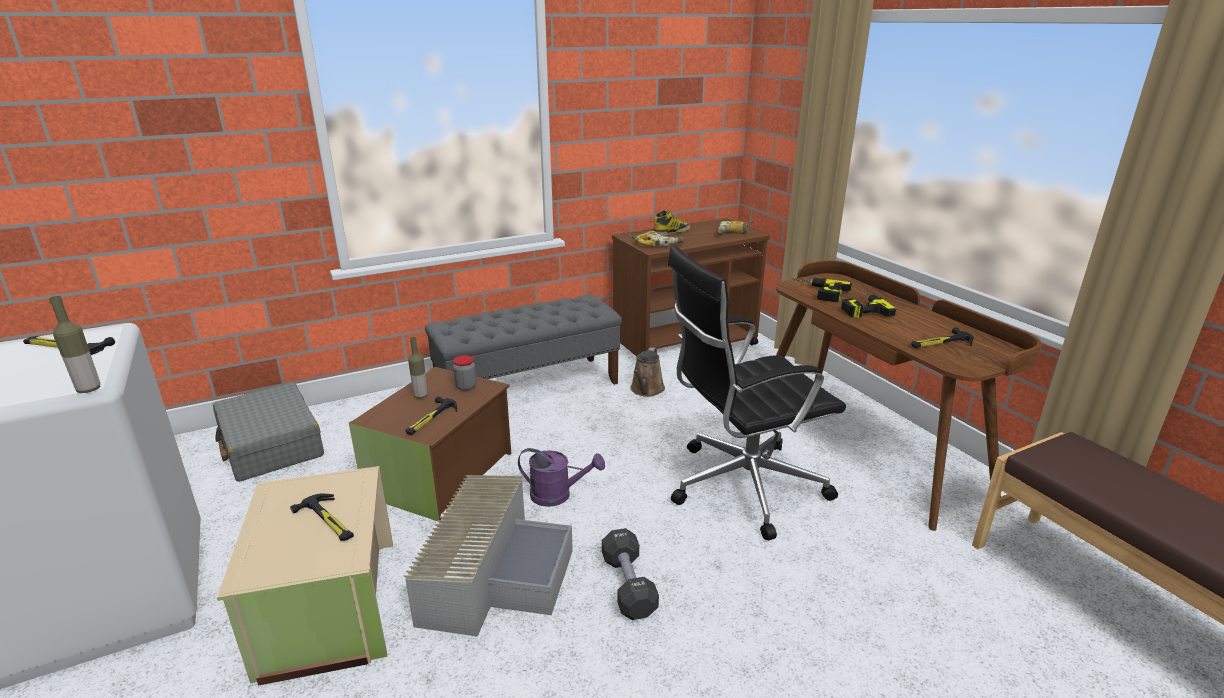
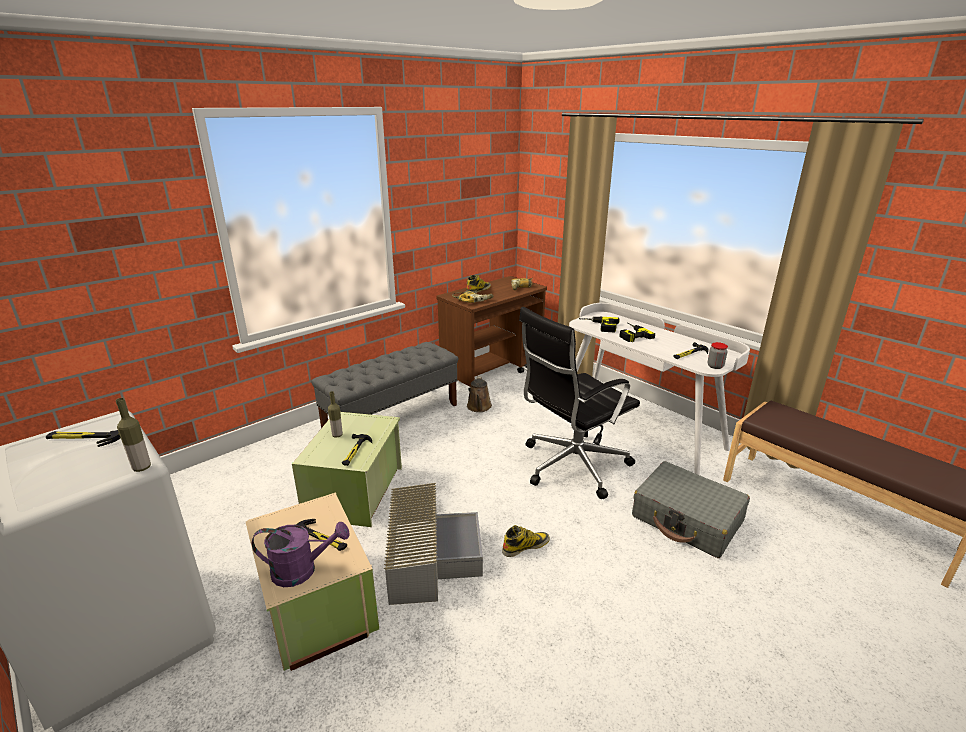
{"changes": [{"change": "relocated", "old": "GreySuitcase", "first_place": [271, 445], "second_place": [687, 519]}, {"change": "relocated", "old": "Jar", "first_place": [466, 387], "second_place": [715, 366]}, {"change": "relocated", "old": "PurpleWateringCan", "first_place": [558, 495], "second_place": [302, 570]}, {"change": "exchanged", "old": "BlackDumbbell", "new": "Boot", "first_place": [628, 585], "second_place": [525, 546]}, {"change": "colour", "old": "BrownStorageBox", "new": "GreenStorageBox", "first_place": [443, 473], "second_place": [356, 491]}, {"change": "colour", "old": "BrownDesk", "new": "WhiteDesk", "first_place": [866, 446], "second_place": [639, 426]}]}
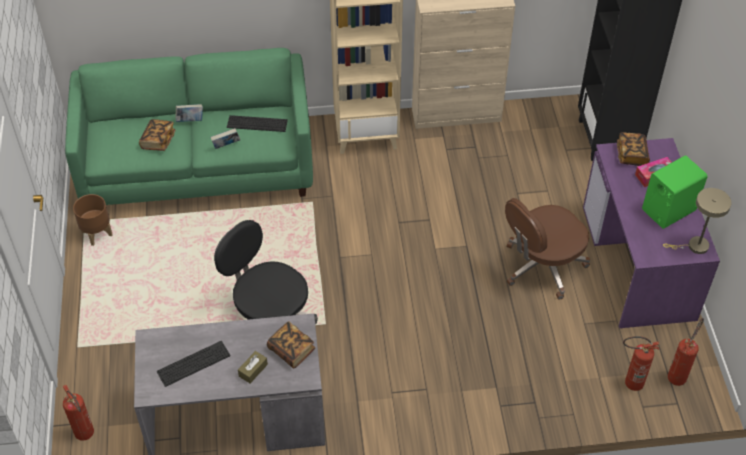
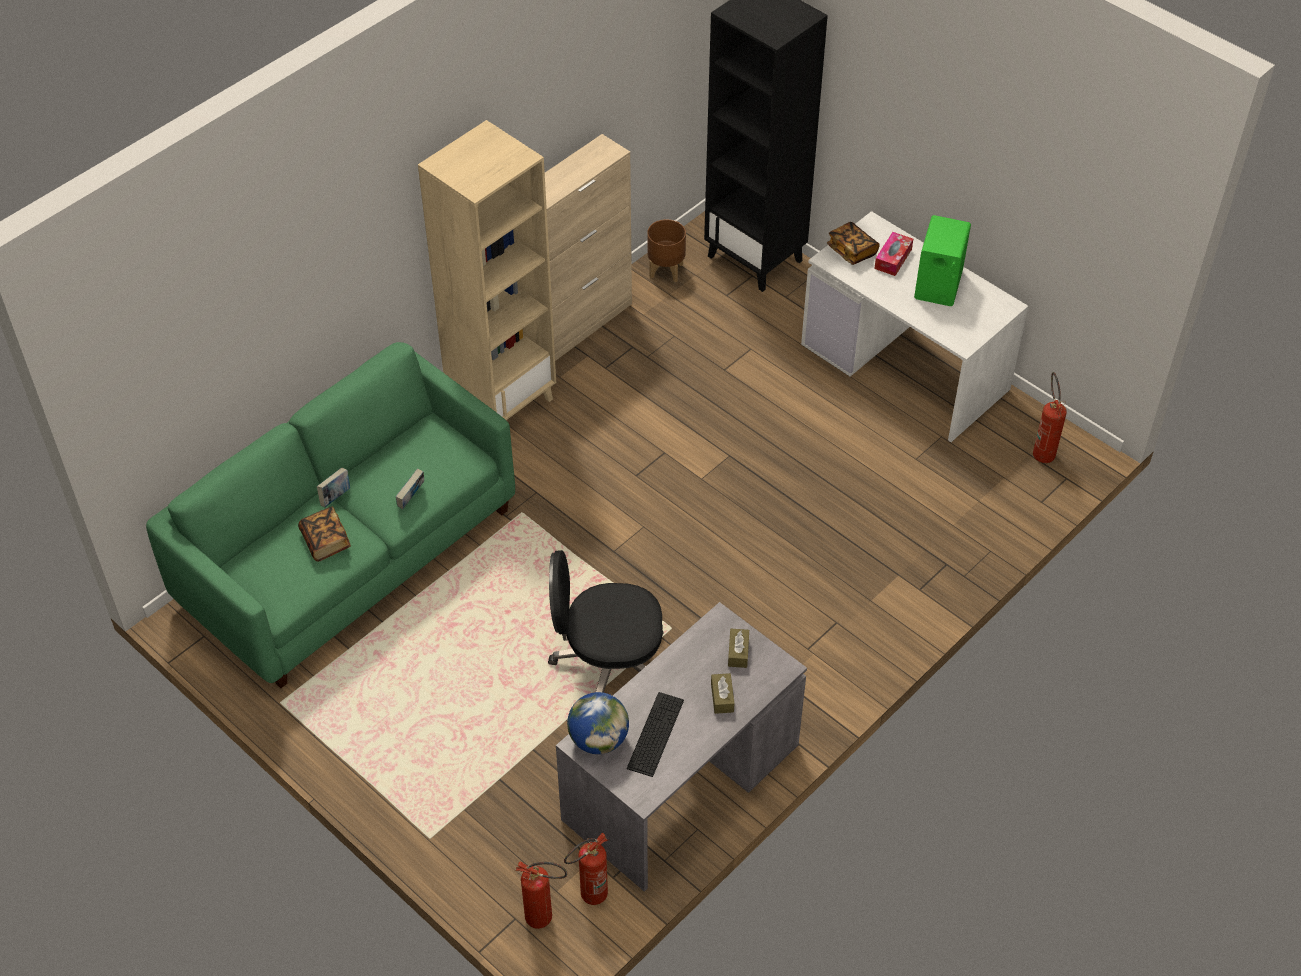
{"changes": [{"change": "missing", "old": "Keyboard", "first_place": [257, 123]}, {"change": "missing", "old": "BrownOfficeChair", "first_place": [542, 266]}, {"change": "missing", "old": "BeigeTableLamp", "first_place": [694, 246]}, {"change": "appeared", "new": "Globe", "second_place": [598, 739]}, {"change": "relocated", "old": "BrownPlanter", "first_place": [97, 234], "second_place": [666, 271]}, {"change": "relocated", "old": "FireExtinguisher", "first_place": [629, 383], "second_place": [588, 897]}, {"change": "exchanged", "old": "Book", "new": "BrownTissueBox", "first_place": [291, 350], "second_place": [738, 652]}, {"change": "colour", "old": "PurpleDesk", "new": "WhiteDesk", "first_place": [639, 262], "second_place": [906, 367]}]}
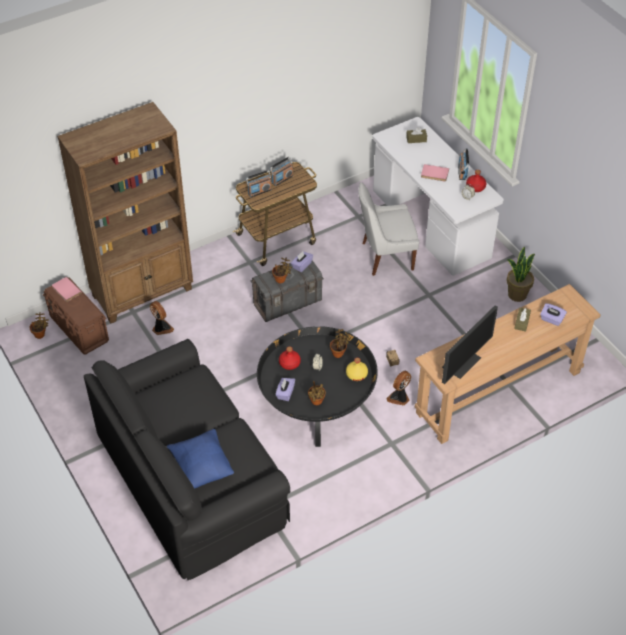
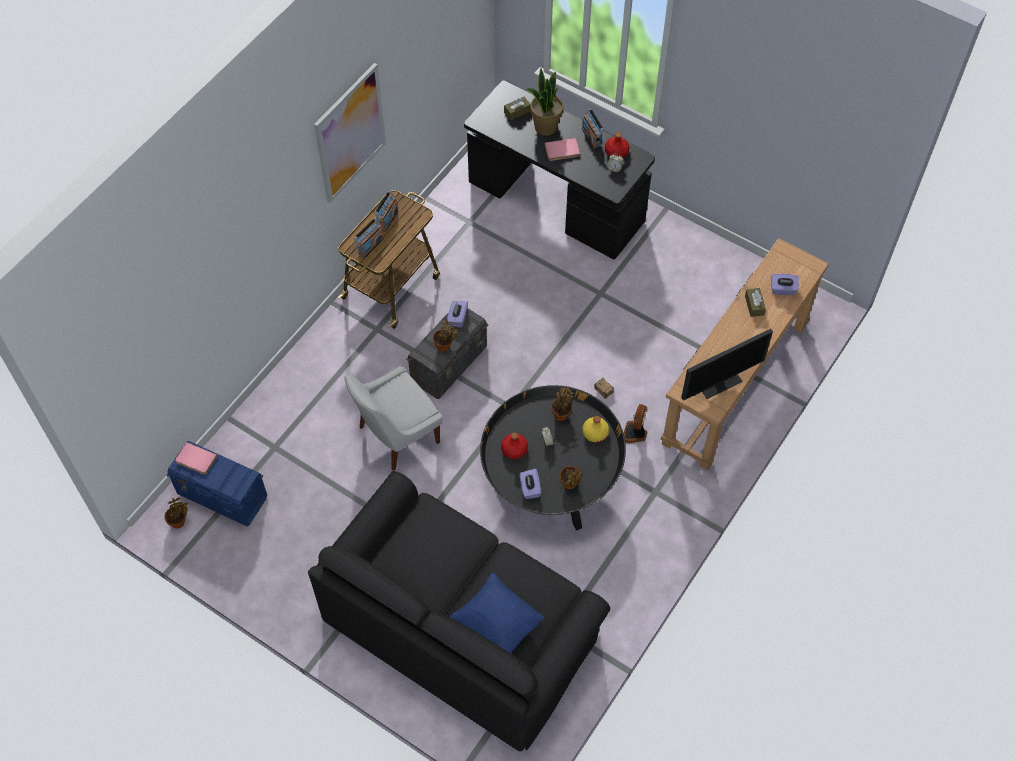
{"changes": [{"change": "missing", "old": "BrownBookcase", "first_place": [143, 292]}, {"change": "missing", "old": "Fan", "first_place": [161, 328]}, {"change": "appeared", "new": "Picture", "second_place": [350, 133]}, {"change": "relocated", "old": "WhiteChair", "first_place": [385, 256], "second_place": [396, 436]}, {"change": "relocated", "old": "PottedPlant", "first_place": [517, 294], "second_place": [545, 127]}, {"change": "colour", "old": "BrownStorageBox", "new": "BlueStorageBox", "first_place": [79, 329], "second_place": [222, 496]}, {"change": "colour", "old": "WhiteDesk", "new": "BlackDesk", "first_place": [430, 224], "second_place": [556, 202]}, {"change": "spun", "old": "Monitor", "first_place": [462, 362], "second_place": [718, 380], "degrees": 45}]}
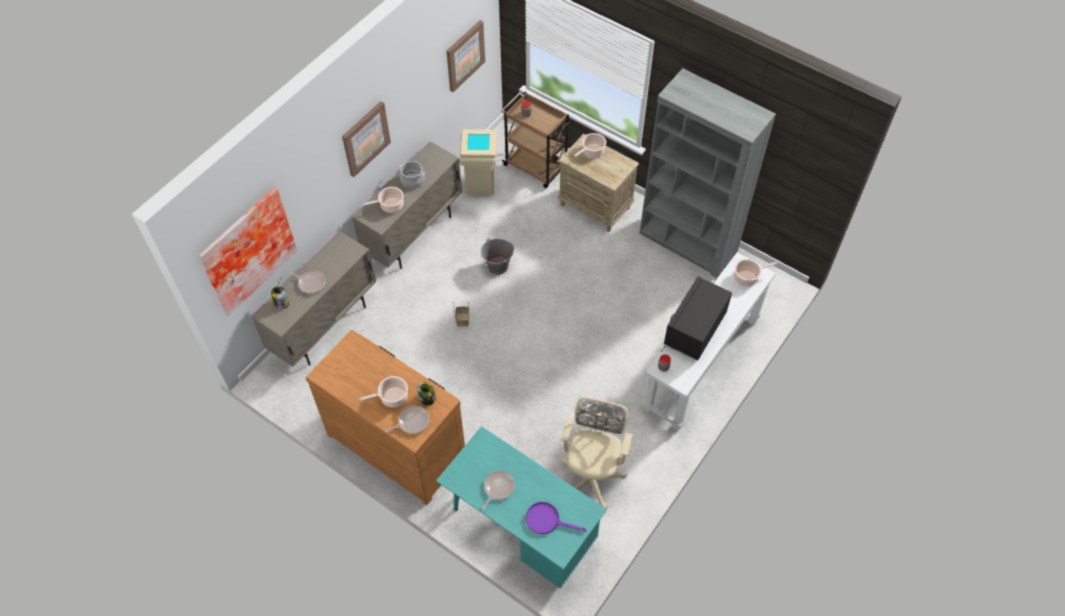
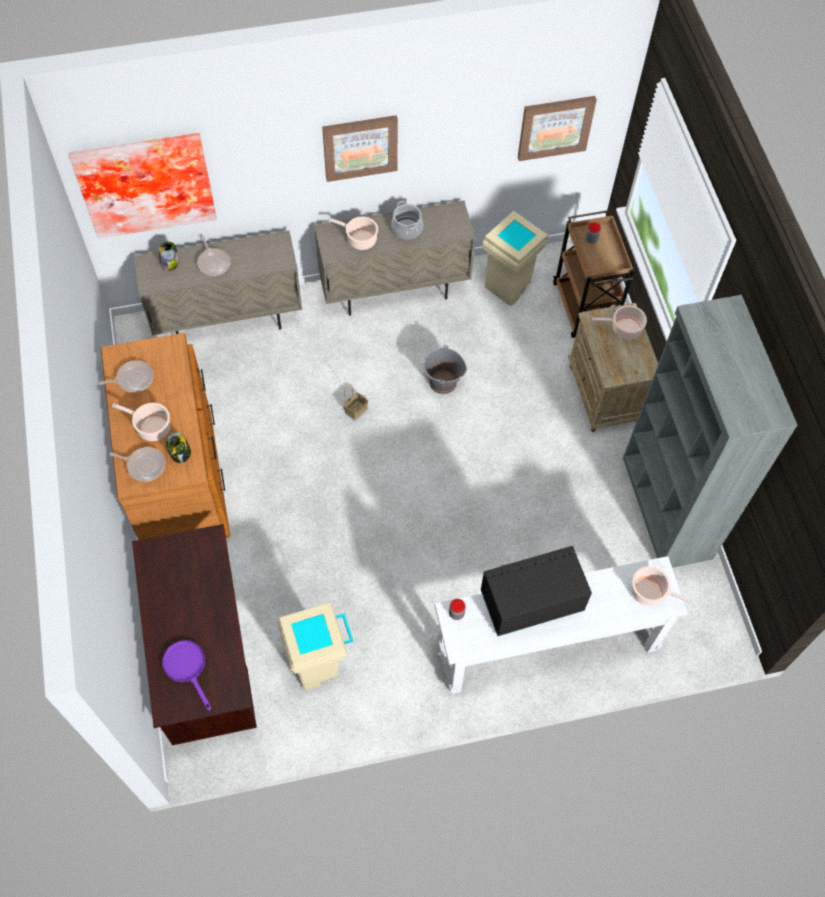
{"changes": [{"change": "relocated", "old": "FryingPan", "first_place": [498, 488], "second_place": [133, 379]}, {"change": "exchanged", "old": "BeigeOfficeChair", "new": "BeigeTrashCan", "first_place": [591, 476], "second_place": [319, 665]}, {"change": "colour", "old": "TurquoiseDesk", "new": "BrownDesk", "first_place": [521, 529], "second_place": [205, 658]}]}
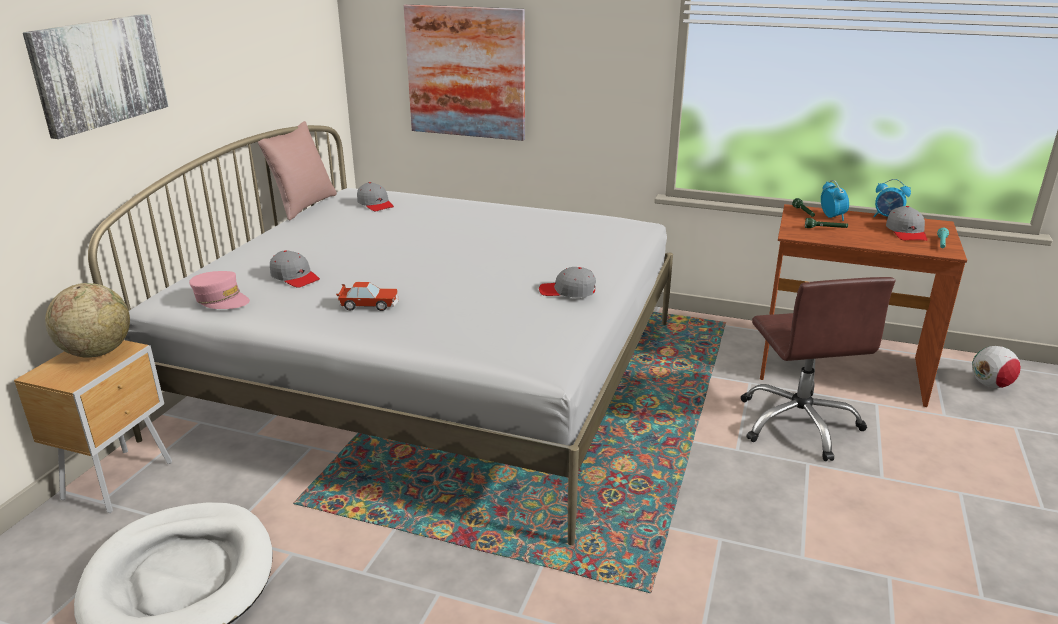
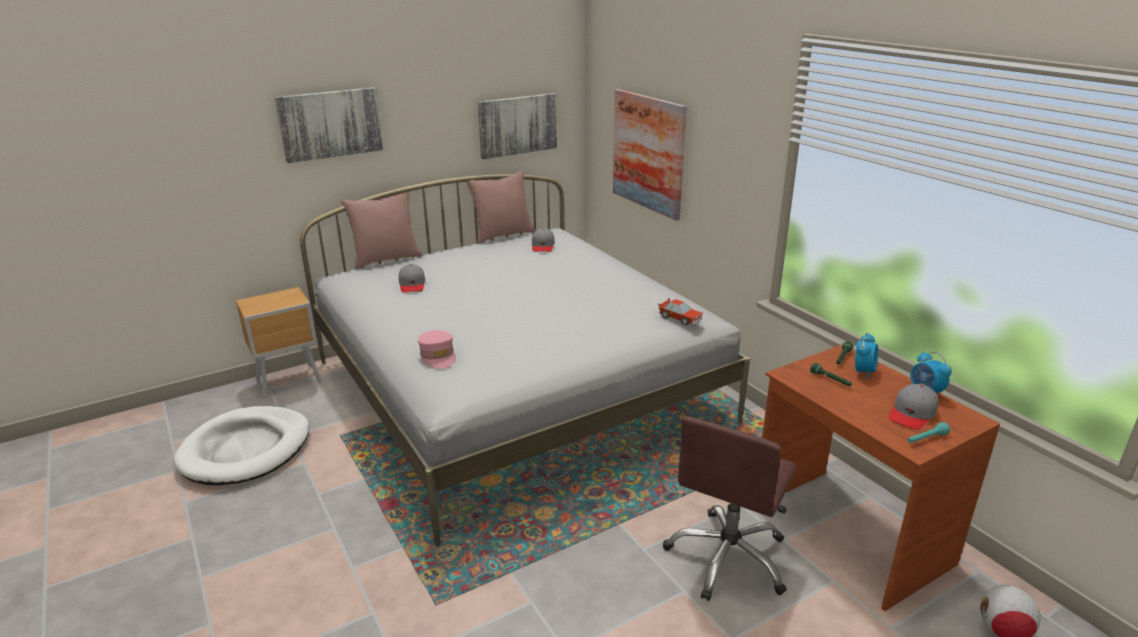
{"changes": [{"change": "missing", "old": "Globe", "first_place": [97, 352]}, {"change": "missing", "old": "GreyCap", "first_place": [567, 291]}, {"change": "appeared", "new": "PinkPillow", "second_place": [386, 259]}, {"change": "appeared", "new": "Picture", "second_place": [517, 125]}, {"change": "relocated", "old": "PinkCap", "first_place": [221, 299], "second_place": [438, 356]}, {"change": "relocated", "old": "ToyCar", "first_place": [369, 305], "second_place": [680, 318]}]}
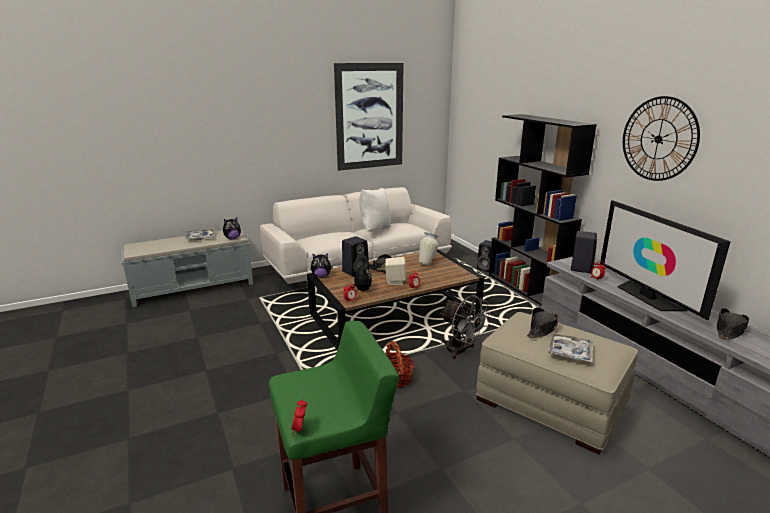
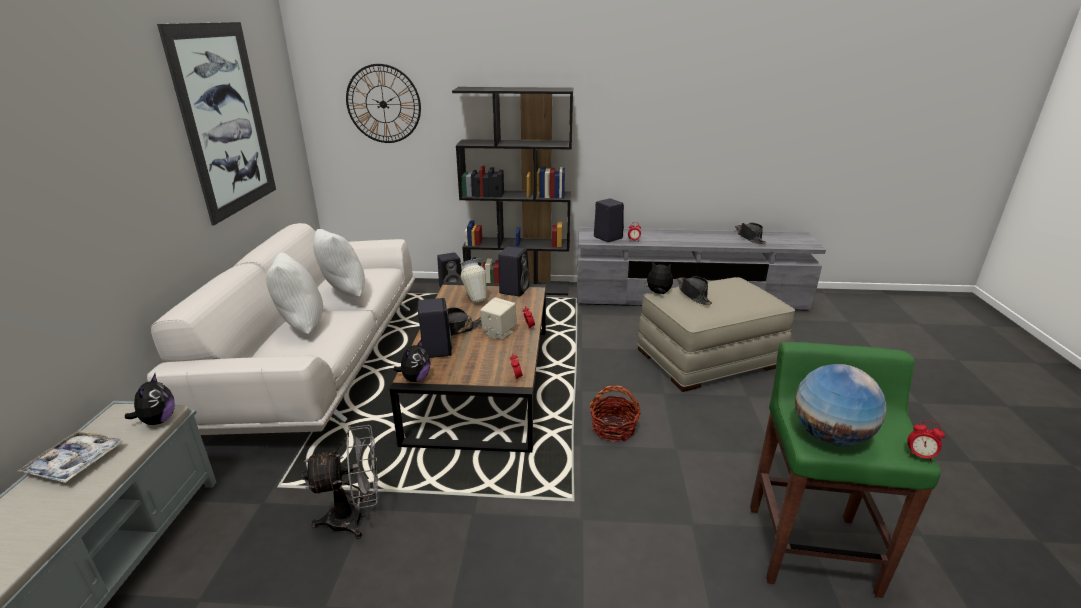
{"changes": [{"change": "missing", "old": "Tray", "first_place": [570, 352]}, {"change": "missing", "old": "Television", "first_place": [647, 297]}, {"change": "appeared", "new": "WhitePillow", "second_place": [300, 326]}, {"change": "appeared", "new": "BlackSpeaker", "second_place": [514, 290]}, {"change": "appeared", "new": "Globe", "second_place": [829, 436]}, {"change": "relocated", "old": "PlushToy", "first_place": [361, 290], "second_place": [658, 293]}, {"change": "relocated", "old": "GreyFan", "first_place": [461, 351], "second_place": [355, 518]}, {"change": "relocated", "old": "WallClock", "first_place": [658, 139], "second_place": [383, 104]}]}
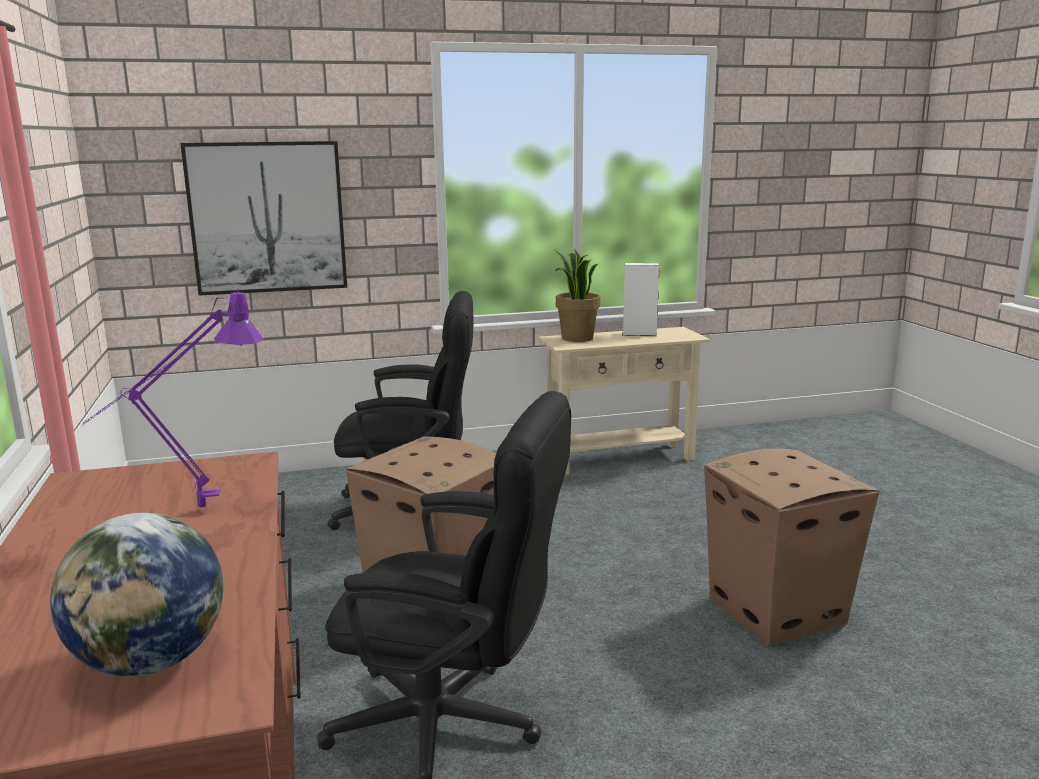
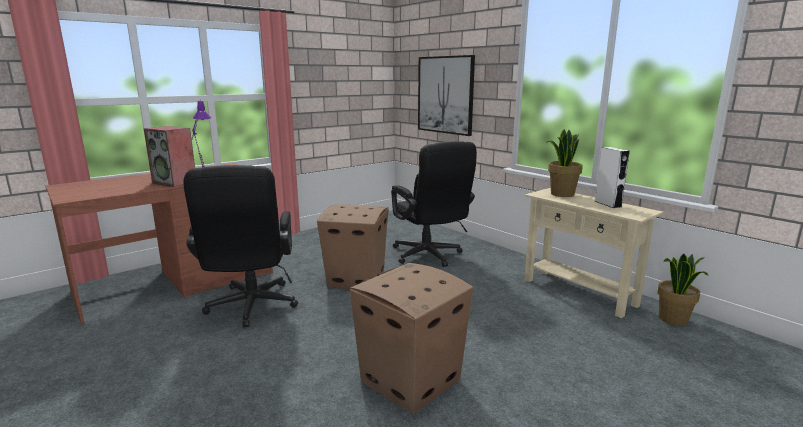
{"changes": [{"change": "missing", "old": "Globe", "first_place": [151, 662]}, {"change": "appeared", "new": "Speaker", "second_place": [175, 182]}, {"change": "appeared", "new": "PottedPlant", "second_place": [673, 320]}]}
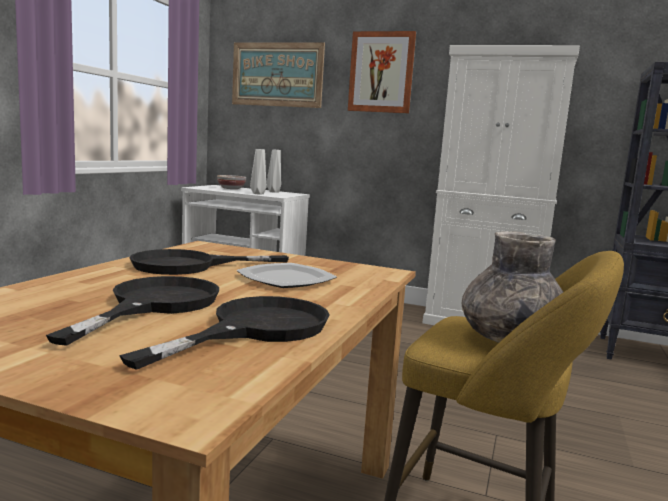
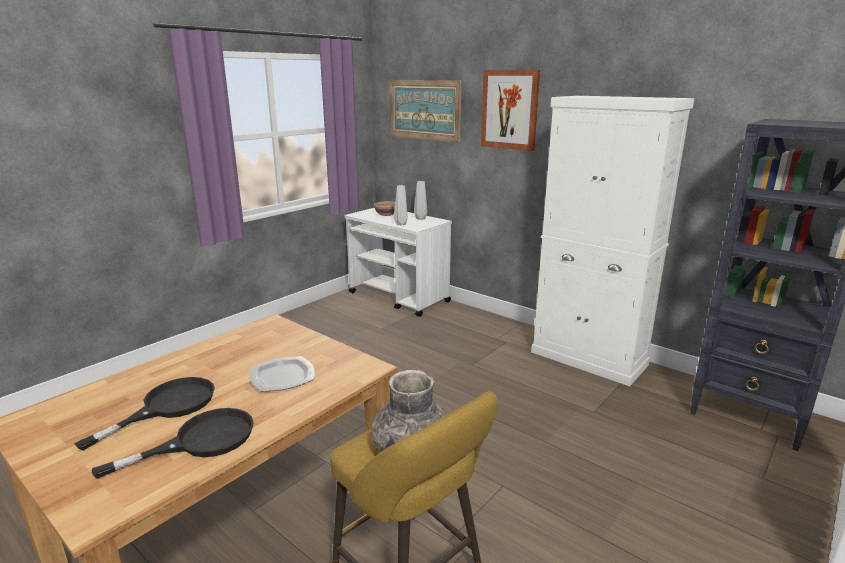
{"changes": [{"change": "missing", "old": "BlackFryingPan", "first_place": [189, 265]}]}
